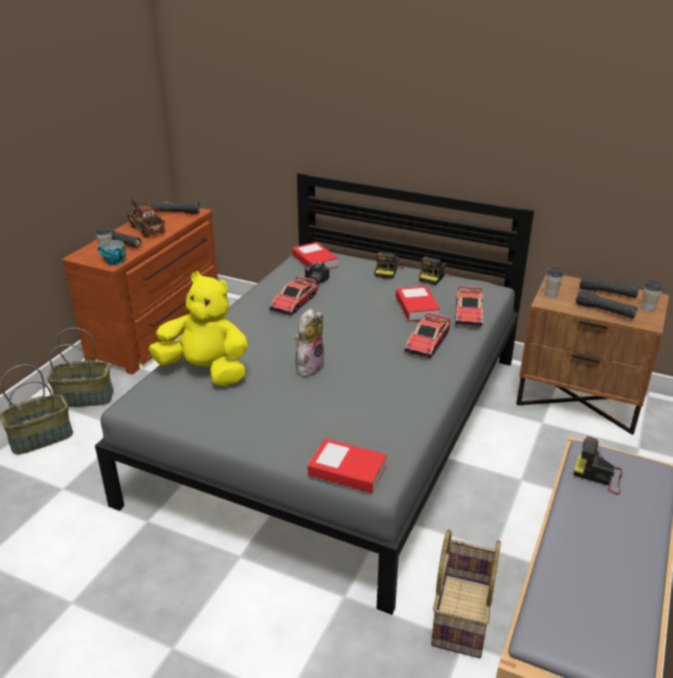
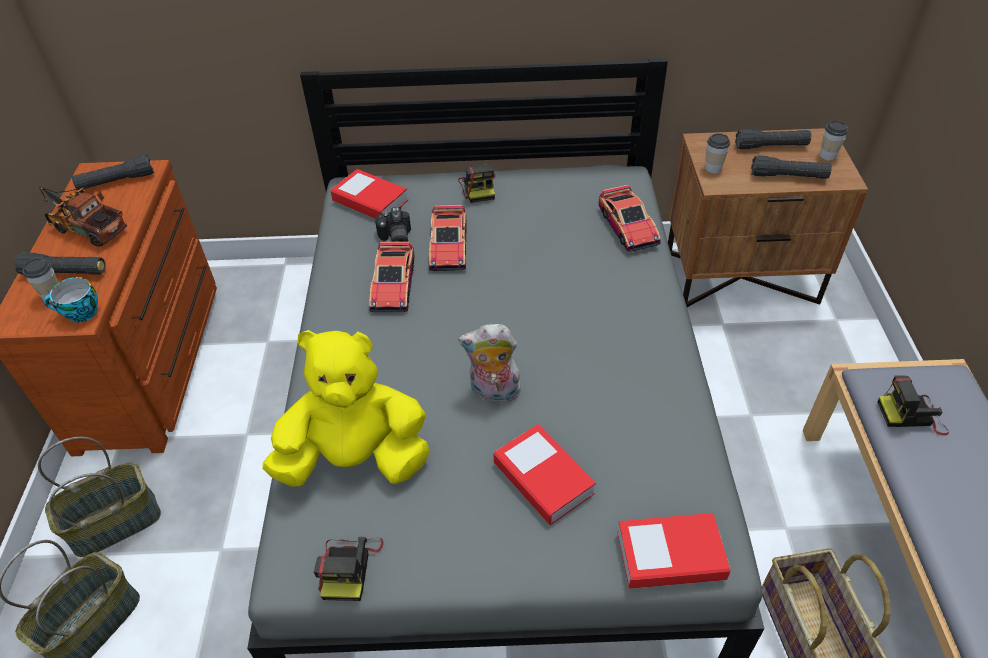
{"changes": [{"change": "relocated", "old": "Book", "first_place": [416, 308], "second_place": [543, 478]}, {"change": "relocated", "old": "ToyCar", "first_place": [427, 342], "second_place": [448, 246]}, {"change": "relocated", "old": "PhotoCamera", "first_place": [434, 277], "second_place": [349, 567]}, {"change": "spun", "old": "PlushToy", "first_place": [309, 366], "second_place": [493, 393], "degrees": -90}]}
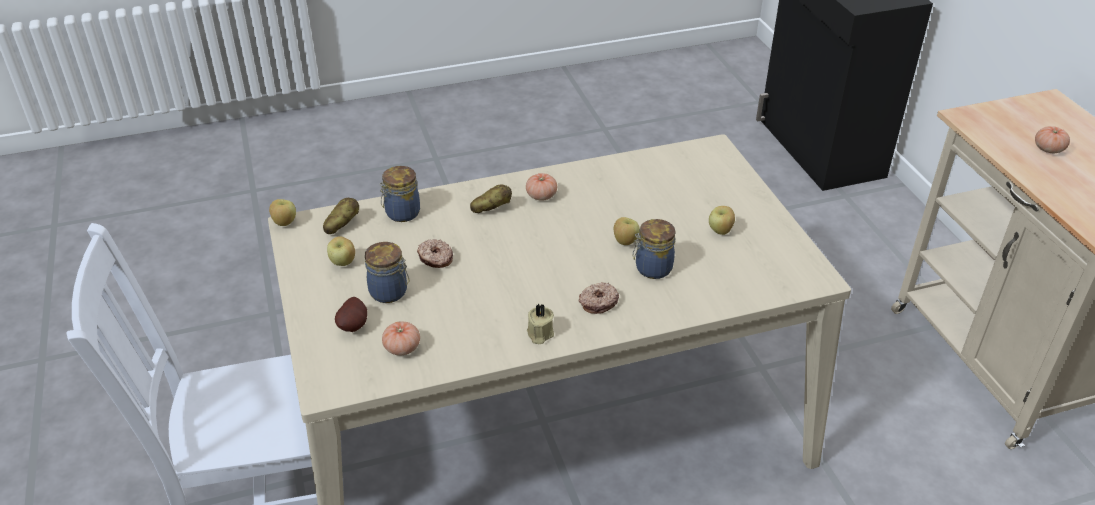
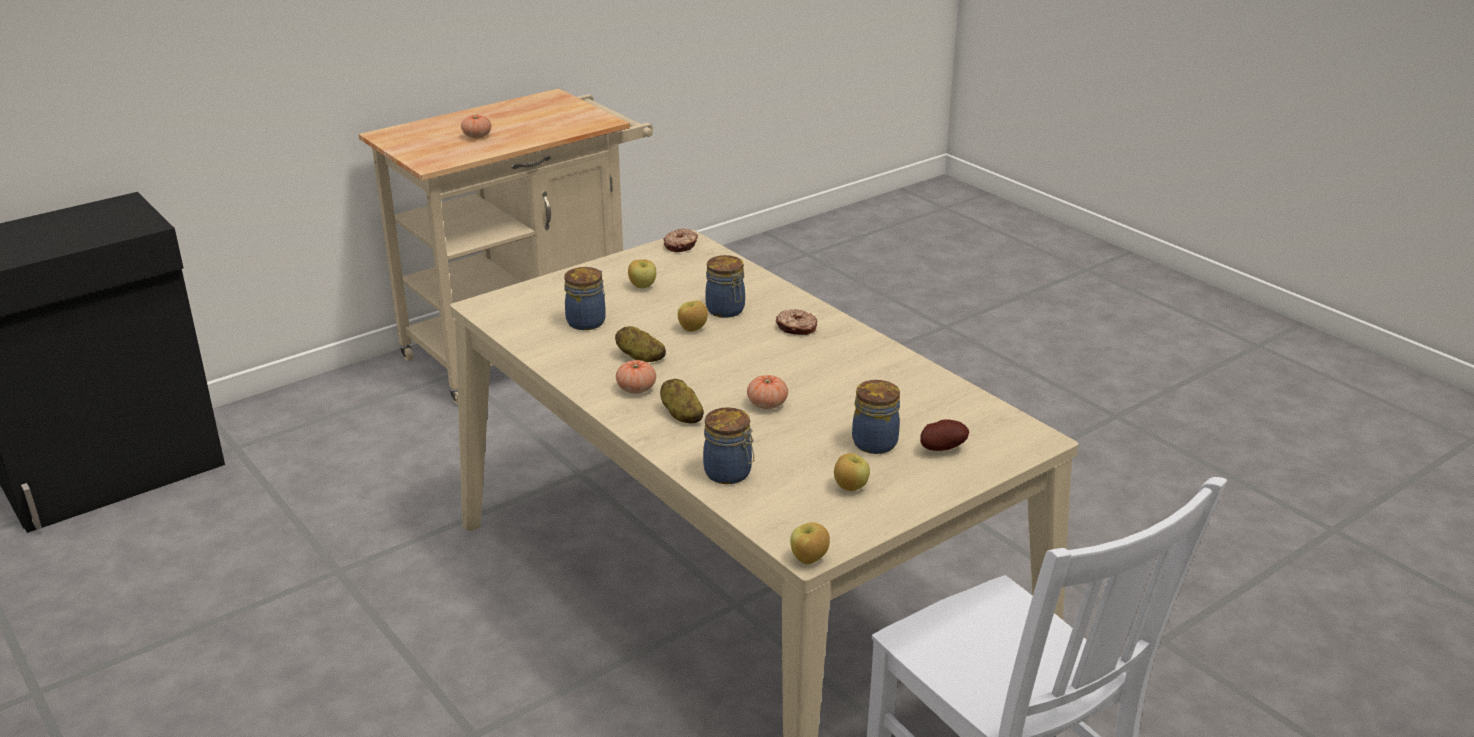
{"changes": [{"change": "missing", "old": "BeigeCandle", "first_place": [539, 334]}, {"change": "appeared", "new": "Jar", "second_place": [587, 321]}, {"change": "relocated", "old": "Potato", "first_place": [341, 225], "second_place": [640, 357]}, {"change": "relocated", "old": "Tomato", "first_place": [402, 348], "second_place": [767, 404]}, {"change": "relocated", "old": "Donut", "first_place": [435, 258], "second_place": [681, 246]}]}
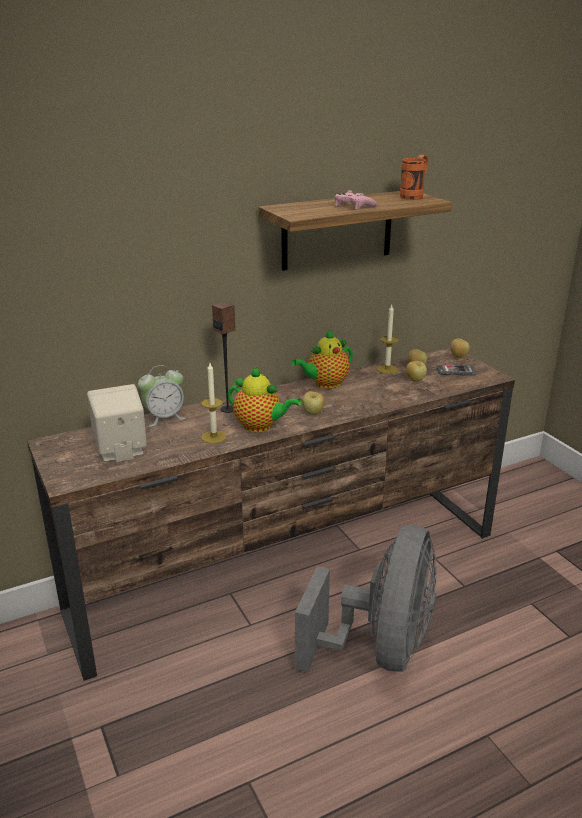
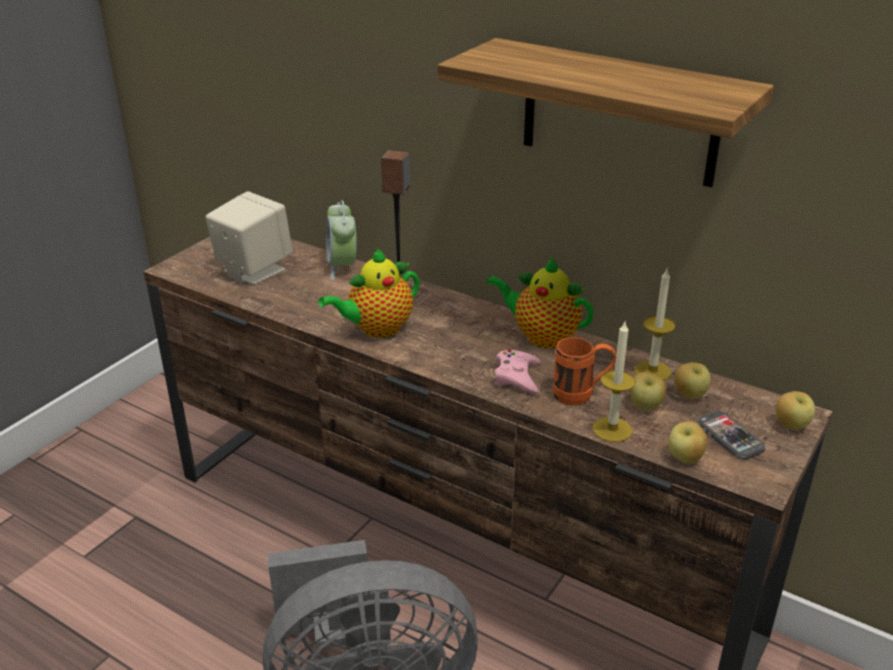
{"changes": [{"change": "relocated", "old": "Candle", "first_place": [214, 437], "second_place": [612, 429]}, {"change": "relocated", "old": "Apple", "first_place": [313, 413], "second_place": [685, 458]}, {"change": "relocated", "old": "PinkGameController", "first_place": [353, 206], "second_place": [517, 377]}, {"change": "relocated", "old": "OrangeMug", "first_place": [414, 196], "second_place": [581, 396]}, {"change": "spun", "old": "AlarmClock", "first_place": [164, 418], "second_place": [342, 267], "degrees": 45}, {"change": "spun", "old": "Teapot", "first_place": [260, 426], "second_place": [377, 329], "degrees": 60}]}
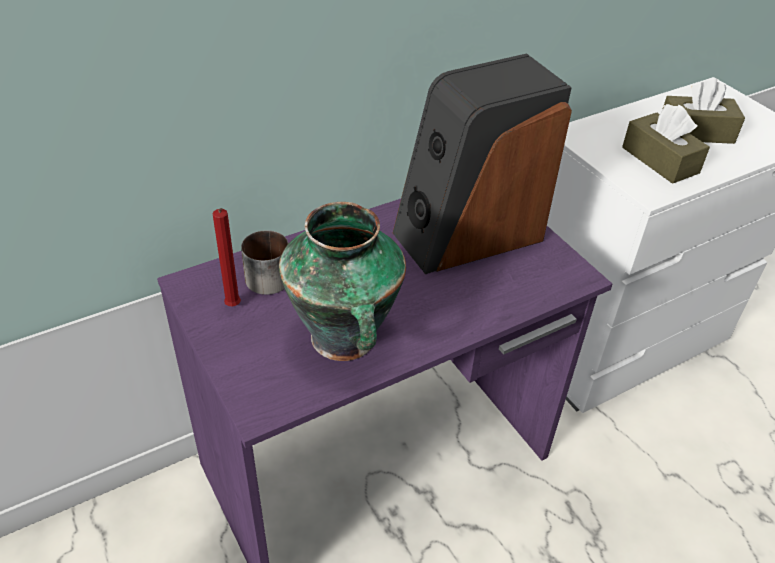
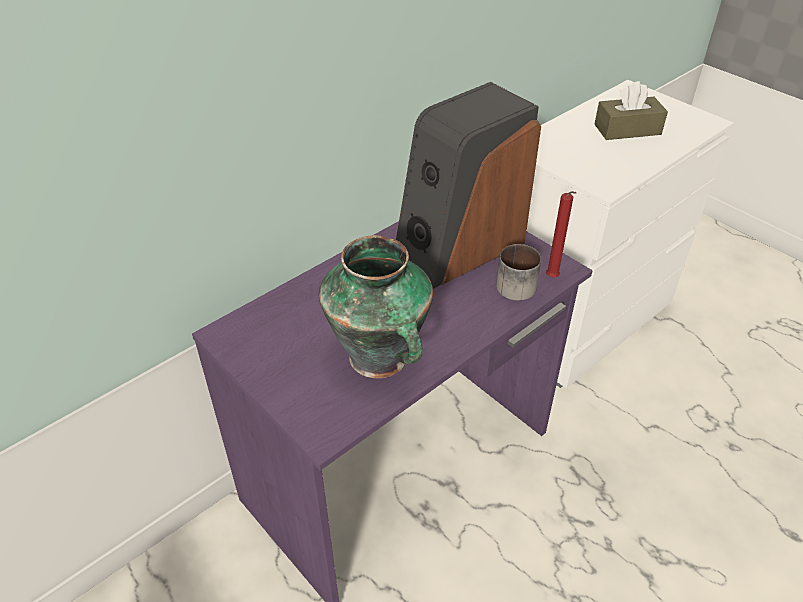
{"changes": [{"change": "missing", "old": "BrownTissueBox", "first_place": [660, 160]}, {"change": "relocated", "old": "RedCandle", "first_place": [233, 307], "second_place": [553, 278]}, {"change": "relocated", "old": "Mug", "first_place": [266, 274], "second_place": [512, 283]}]}
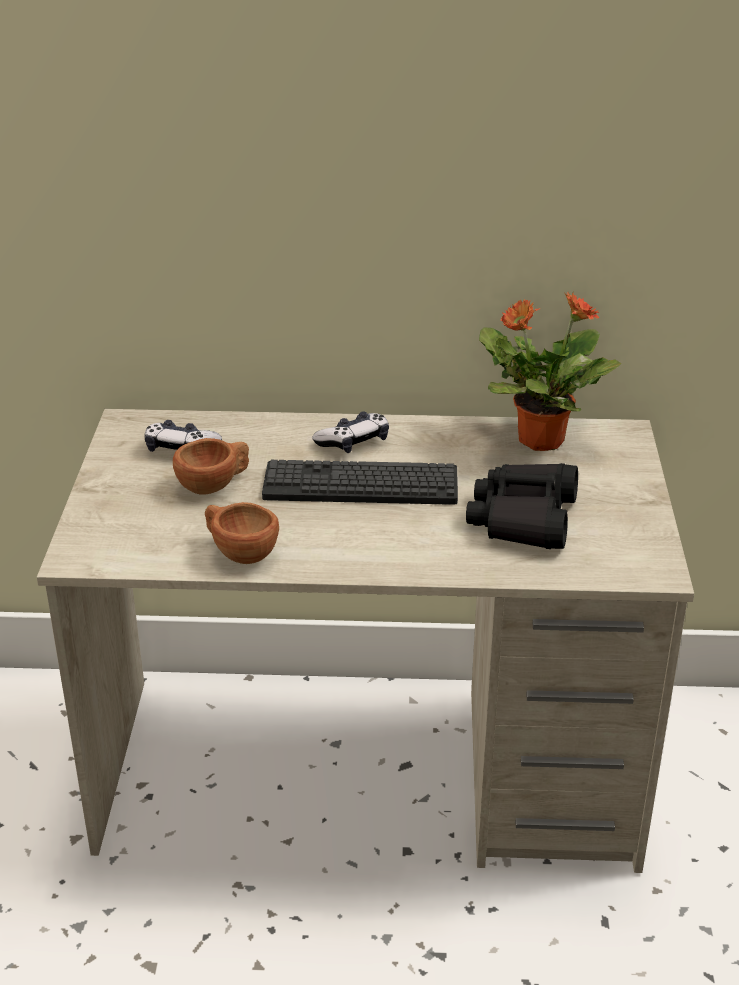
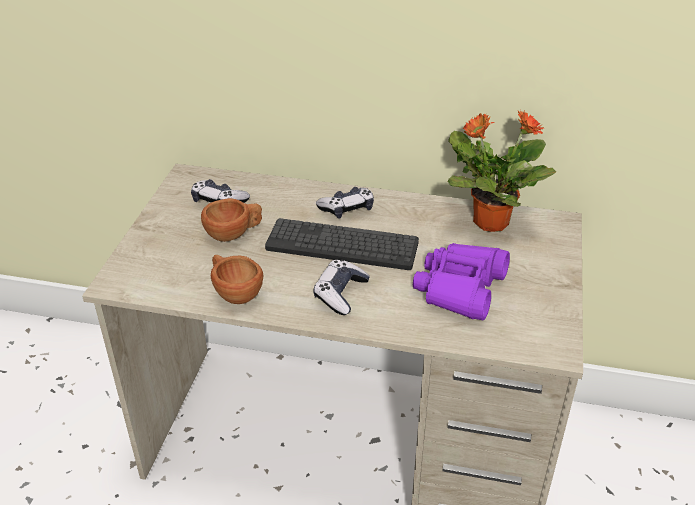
{"changes": [{"change": "appeared", "new": "GameController", "second_place": [340, 293]}, {"change": "colour", "old": "BlackBinoculars", "new": "PurpleBinoculars", "first_place": [523, 518], "second_place": [460, 288]}]}
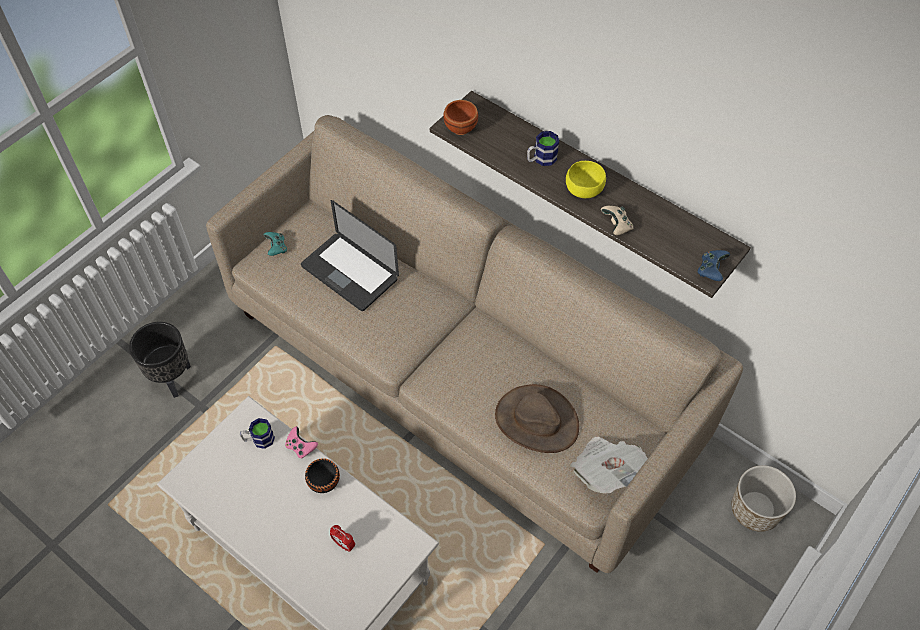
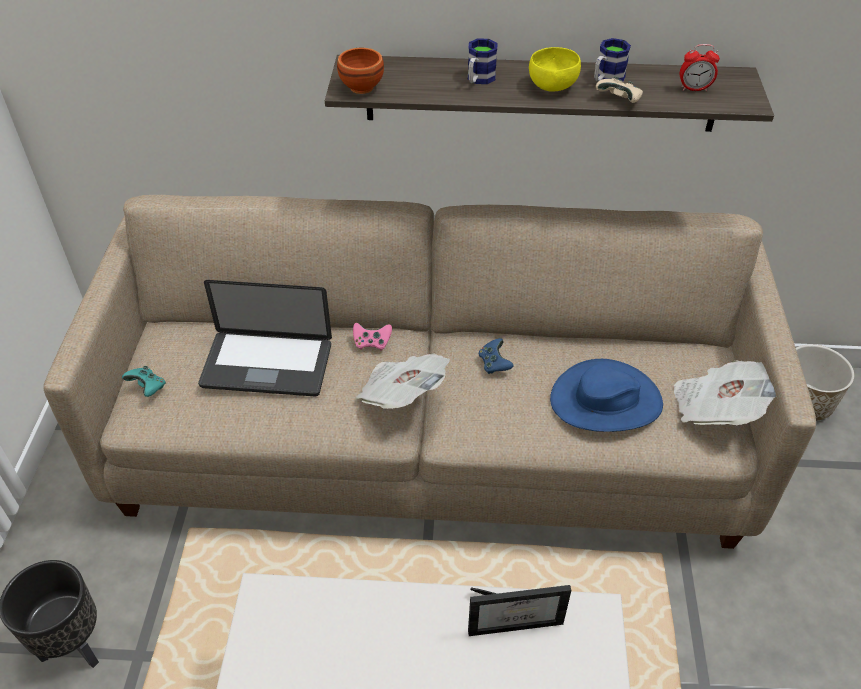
{"changes": [{"change": "missing", "old": "BlackBowl", "first_place": [324, 483]}, {"change": "appeared", "new": "Newspaper", "second_place": [402, 395]}, {"change": "appeared", "new": "PictureFrame", "second_place": [515, 618]}, {"change": "relocated", "old": "Mug", "first_place": [258, 439], "second_place": [606, 79]}, {"change": "relocated", "old": "PinkGameController", "first_place": [301, 447], "second_place": [371, 343]}, {"change": "relocated", "old": "AlarmClock", "first_place": [344, 544], "second_place": [694, 89]}, {"change": "relocated", "old": "BlueGameController", "first_place": [711, 270], "second_place": [494, 364]}, {"change": "colour", "old": "BrownHat", "new": "BlueHat", "first_place": [536, 421], "second_place": [606, 401]}]}
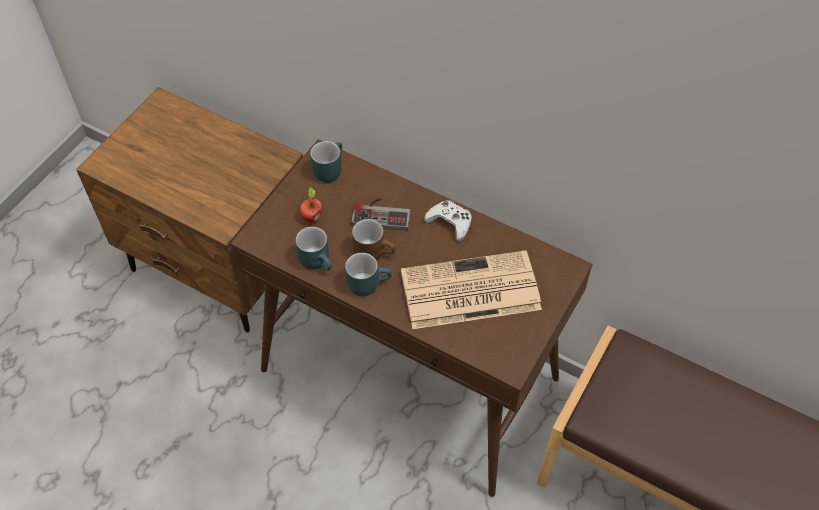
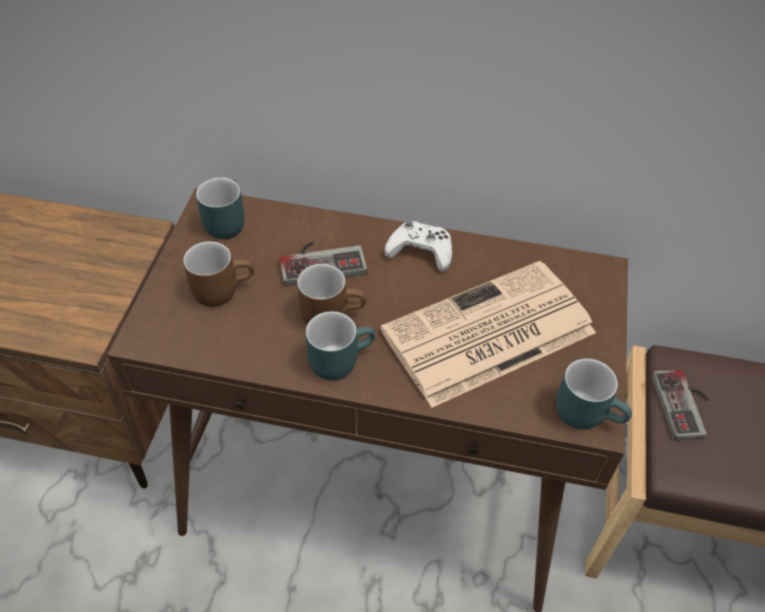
{"changes": [{"change": "appeared", "new": "GameController", "second_place": [686, 405]}, {"change": "relocated", "old": "TurquoiseMug", "first_place": [319, 261], "second_place": [588, 412]}, {"change": "exchanged", "old": "Apple", "new": "BrownMug", "first_place": [311, 217], "second_place": [221, 288]}]}
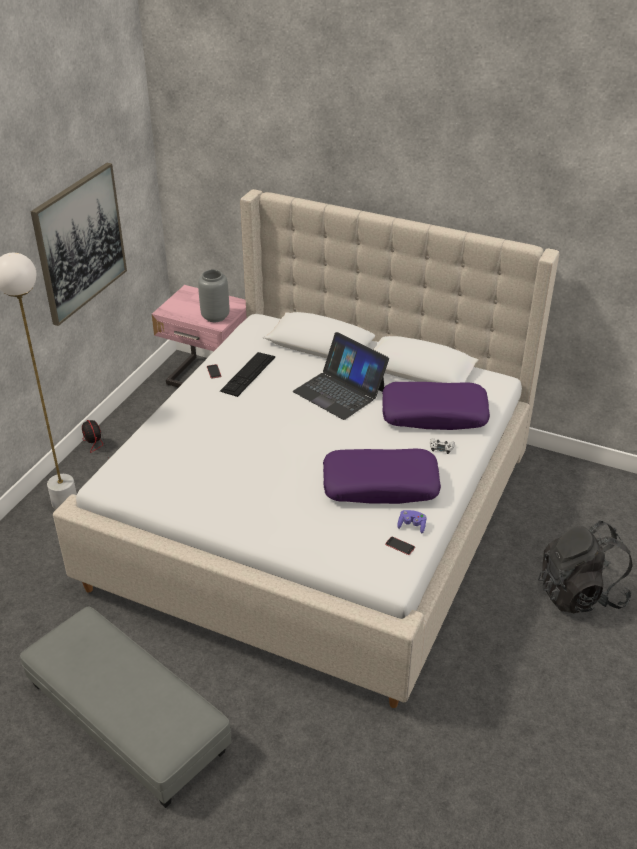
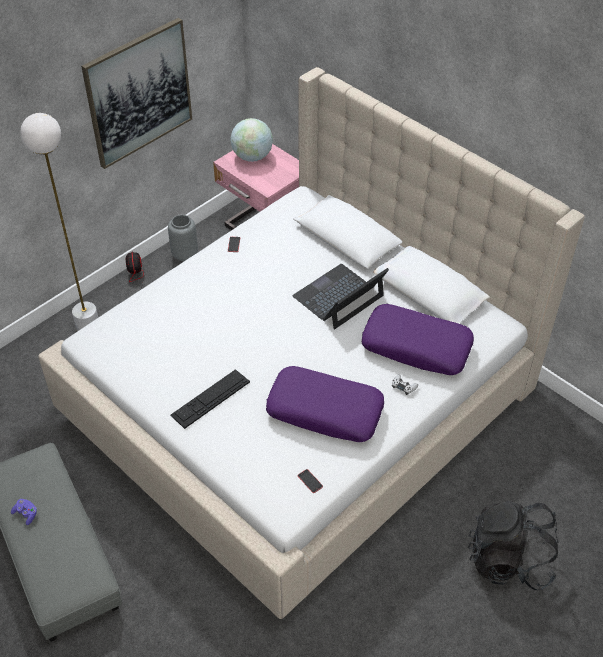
{"changes": [{"change": "appeared", "new": "Globe", "second_place": [252, 157]}, {"change": "relocated", "old": "GreyVase", "first_place": [216, 317], "second_place": [185, 254]}, {"change": "relocated", "old": "Keyboard", "first_place": [248, 374], "second_place": [210, 398]}, {"change": "relocated", "old": "PurpleGameController", "first_place": [412, 525], "second_place": [26, 514]}, {"change": "spun", "old": "Laptop", "first_place": [340, 391], "second_place": [339, 297], "degrees": 75}]}
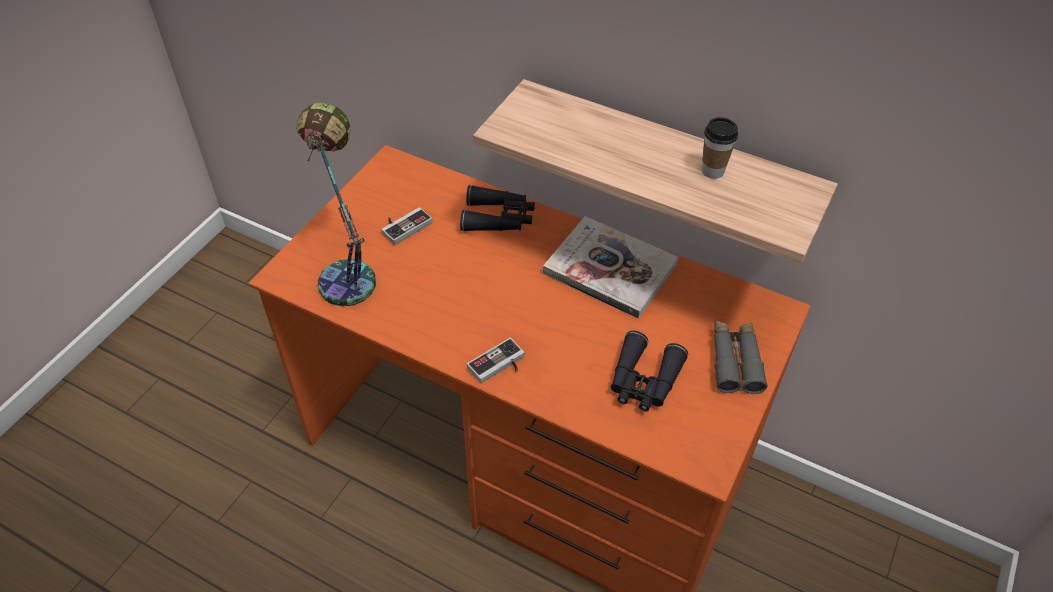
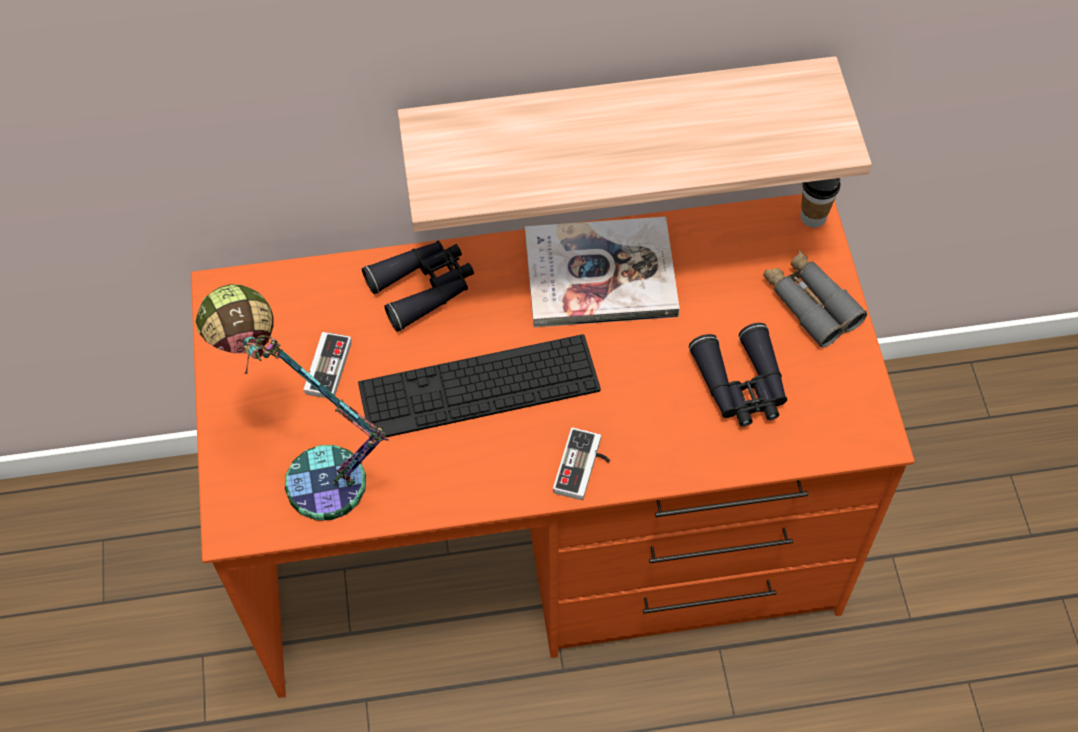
{"changes": [{"change": "appeared", "new": "Keyboard", "second_place": [479, 387]}, {"change": "relocated", "old": "Cup", "first_place": [712, 171], "second_place": [813, 217]}]}
